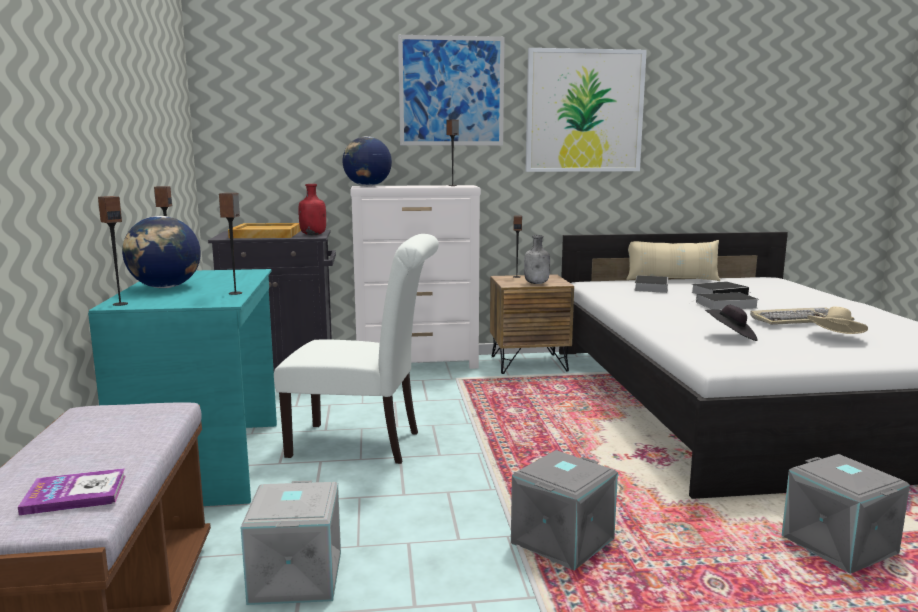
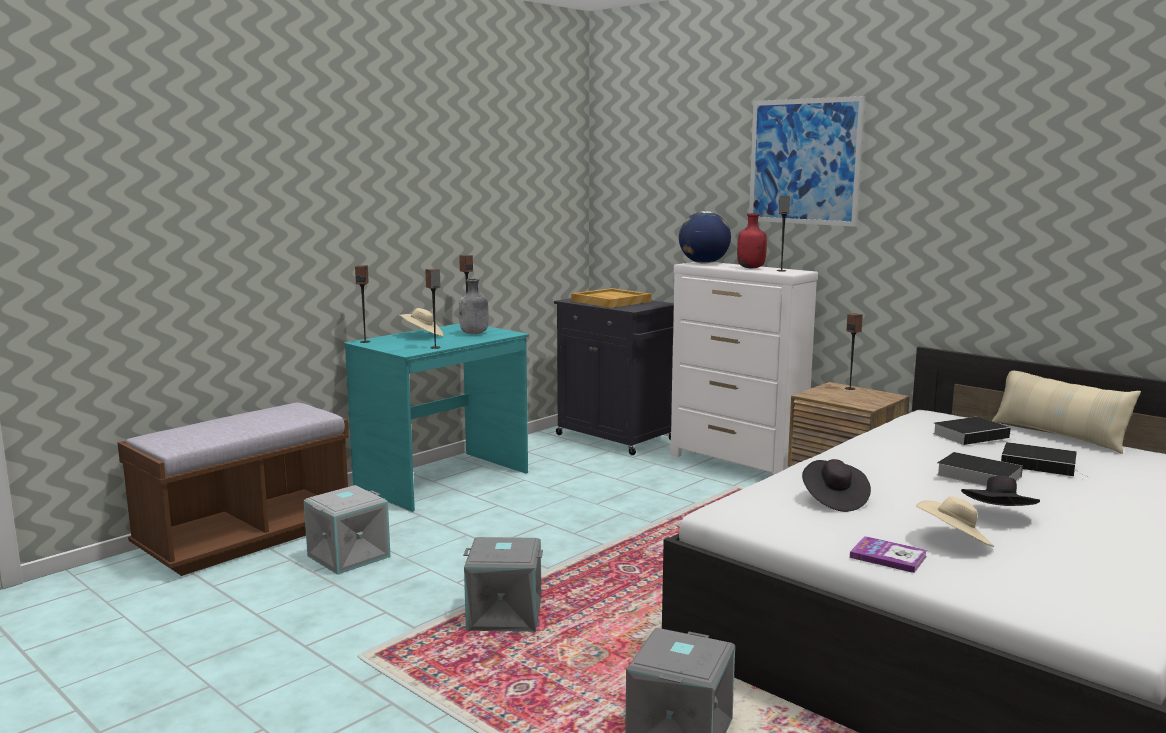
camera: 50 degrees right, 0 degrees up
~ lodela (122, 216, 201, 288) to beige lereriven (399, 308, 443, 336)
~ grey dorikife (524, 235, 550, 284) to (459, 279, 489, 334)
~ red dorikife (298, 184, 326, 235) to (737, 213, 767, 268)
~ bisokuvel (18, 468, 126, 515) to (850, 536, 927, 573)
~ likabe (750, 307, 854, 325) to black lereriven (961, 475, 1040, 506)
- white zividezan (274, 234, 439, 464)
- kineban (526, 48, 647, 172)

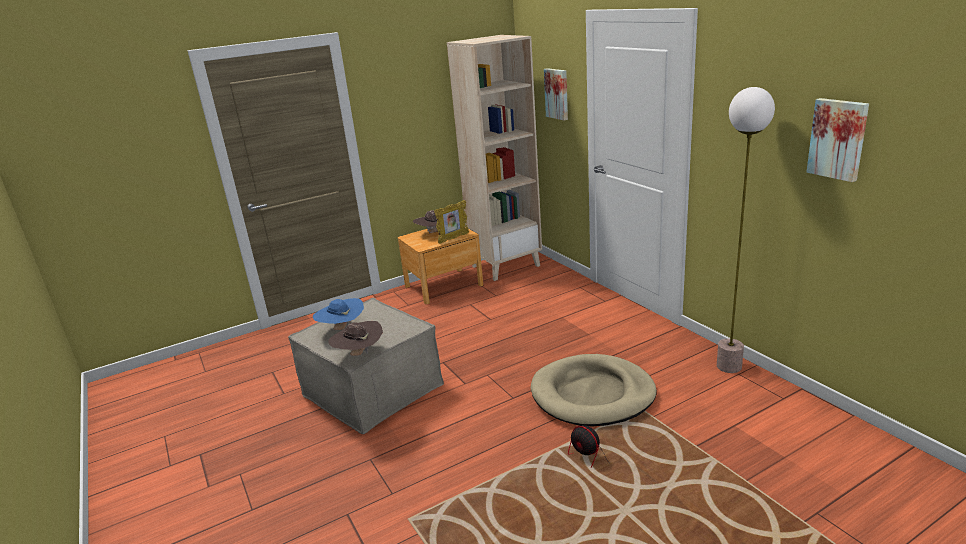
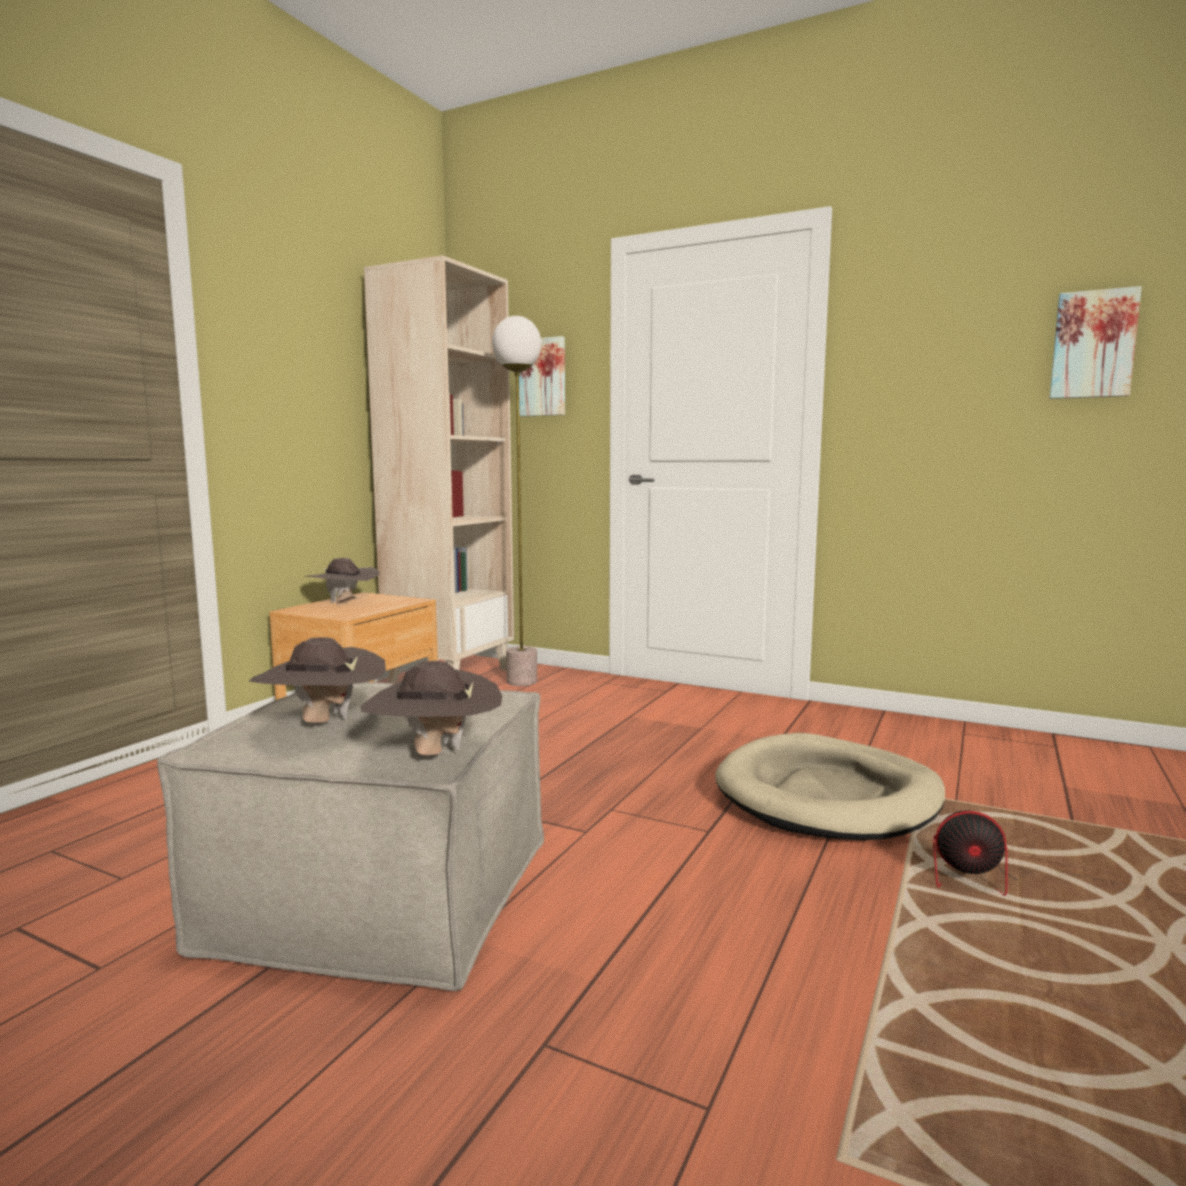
camera: 35 degrees left, 15 degrees down
~ blue lereriven (313, 298, 364, 330) to brown lereriven (249, 637, 386, 723)
~ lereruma (717, 87, 775, 373) to (492, 316, 541, 686)
- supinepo (434, 200, 469, 244)

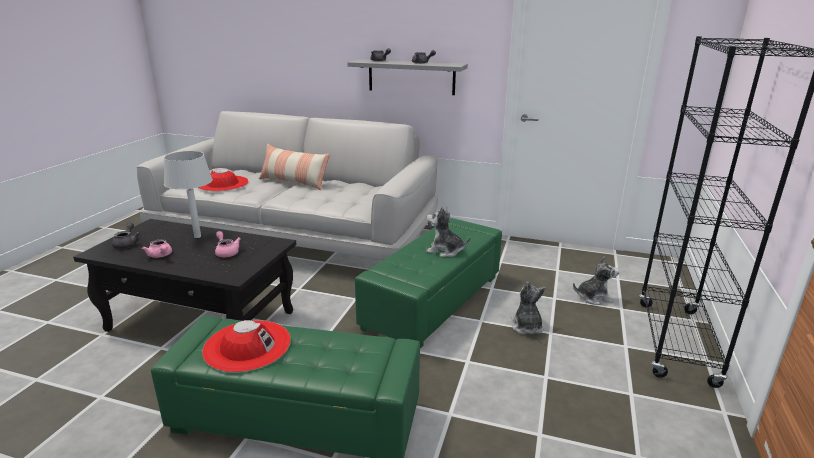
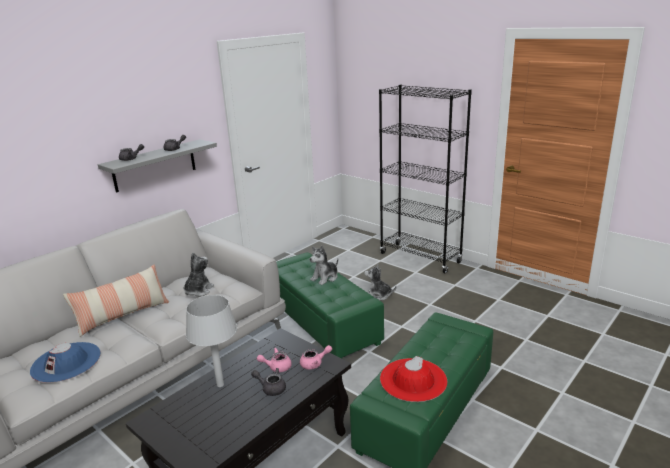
camera: 65 degrees left, 0 degrees up
~ red lereriven (198, 169, 249, 191) to blue lereriven (30, 342, 101, 383)
~ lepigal (573, 257, 619, 305) to (183, 252, 214, 297)
~ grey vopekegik (112, 222, 140, 249) to (251, 368, 286, 396)
~ pink vopekegik (142, 239, 172, 258) to (300, 345, 332, 370)

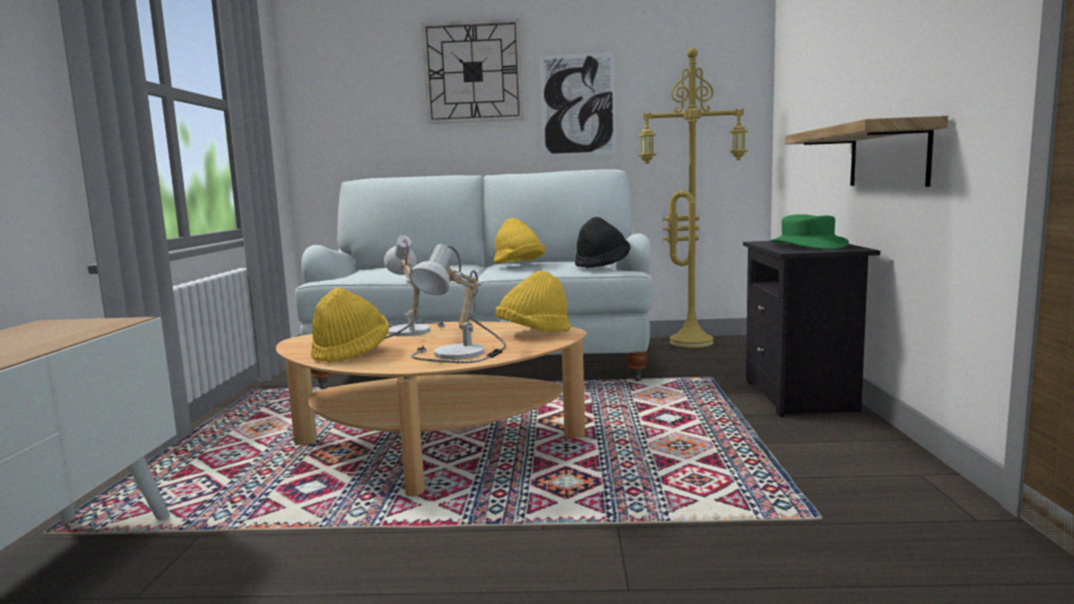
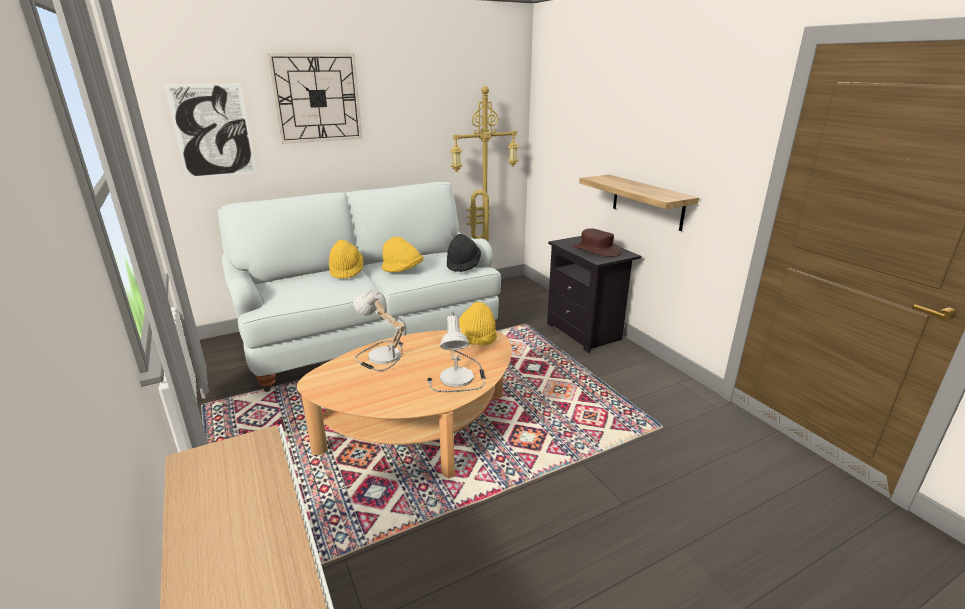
camera: 30 degrees left, 15 degrees up
~ kineban (540, 53, 615, 156) to (164, 83, 256, 179)
~ yellow lereriven (311, 288, 389, 363) to (329, 240, 363, 279)
~ green lereriven (770, 214, 849, 249) to brown lereriven (573, 229, 622, 257)

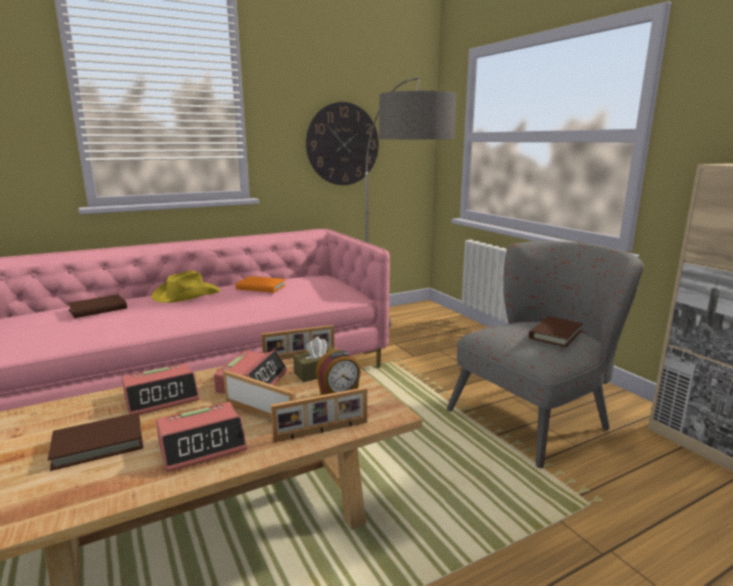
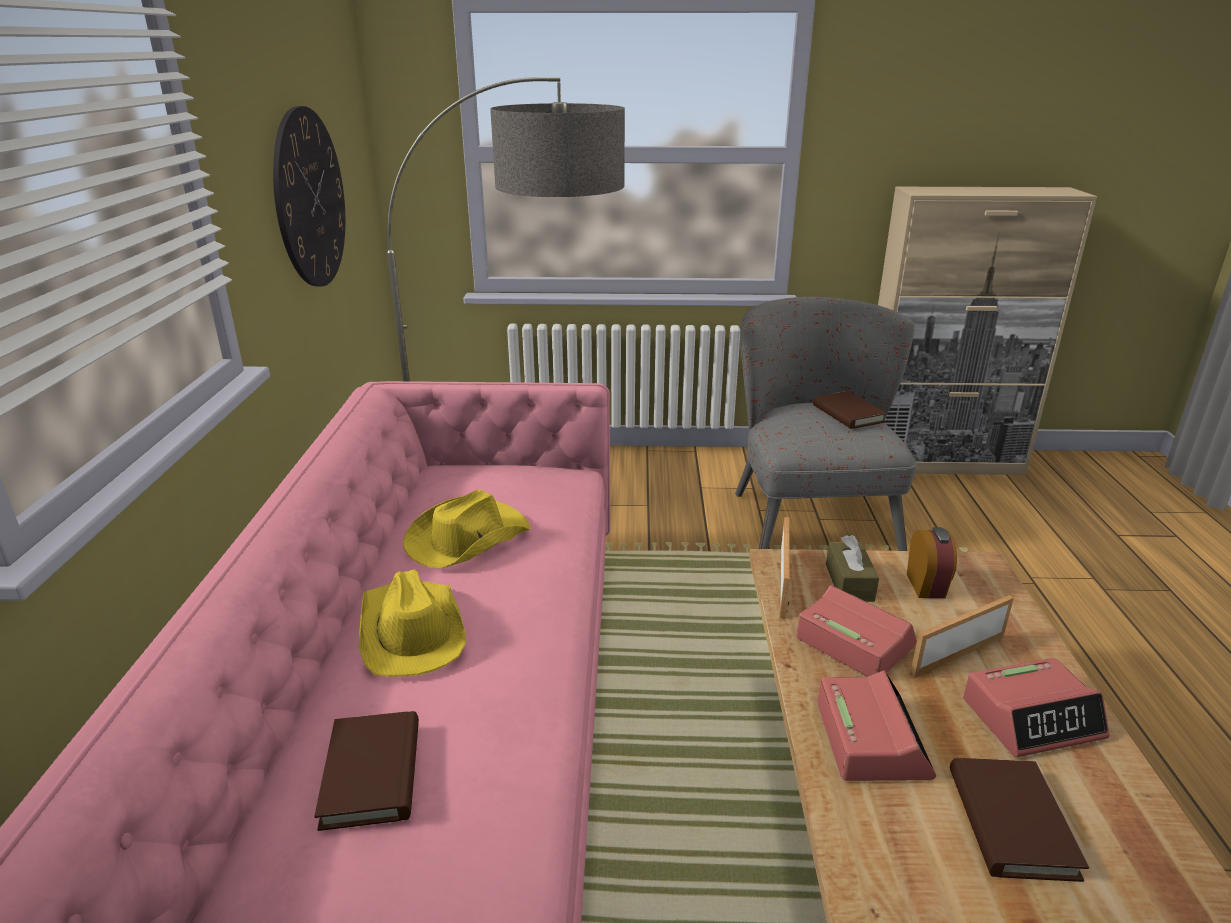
camera: 60 degrees left, 10 degrees up
~ orange bisokuvel (235, 276, 286, 293) to yellow lereriven (403, 489, 530, 568)
~ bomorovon (156, 402, 248, 472) = (963, 658, 1110, 757) 75 degrees clockwise
- supinepo (271, 387, 367, 442)

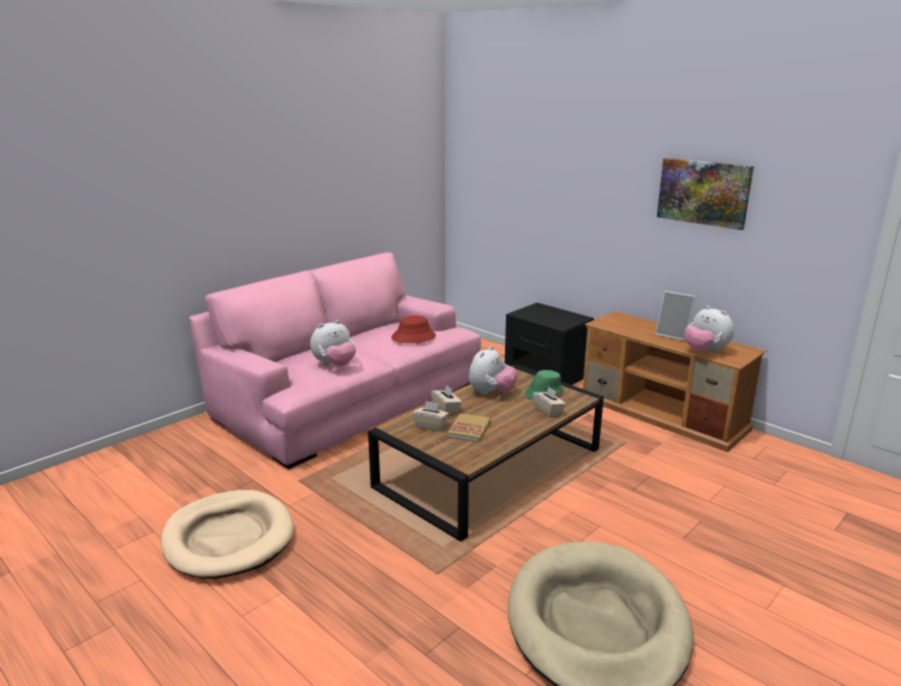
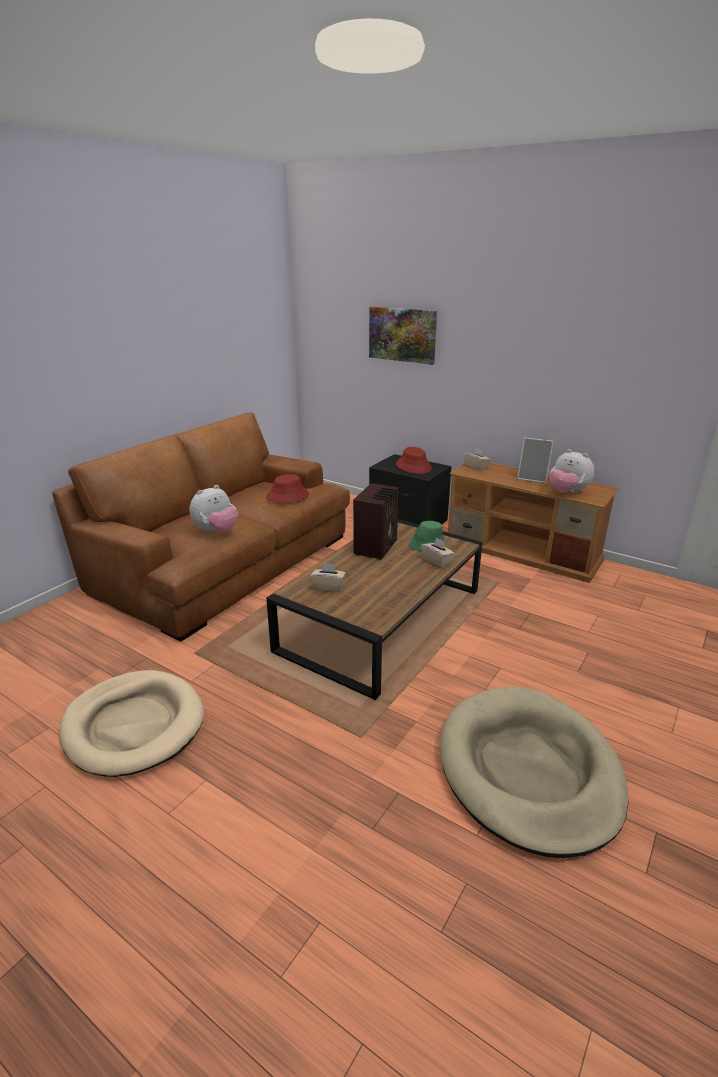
camera: 10 degrees left, 5 degrees up
~ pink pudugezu (189, 253, 481, 469) to brown pudugezu (52, 413, 350, 642)
~ lepigal (469, 346, 518, 395) to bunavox (353, 483, 399, 560)
~ kineban (657, 158, 754, 230) to (369, 307, 437, 365)
+ red lereriven (396, 447, 432, 474)
~ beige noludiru (431, 385, 462, 415) to (464, 448, 491, 470)
- bisokuvel (447, 413, 491, 443)

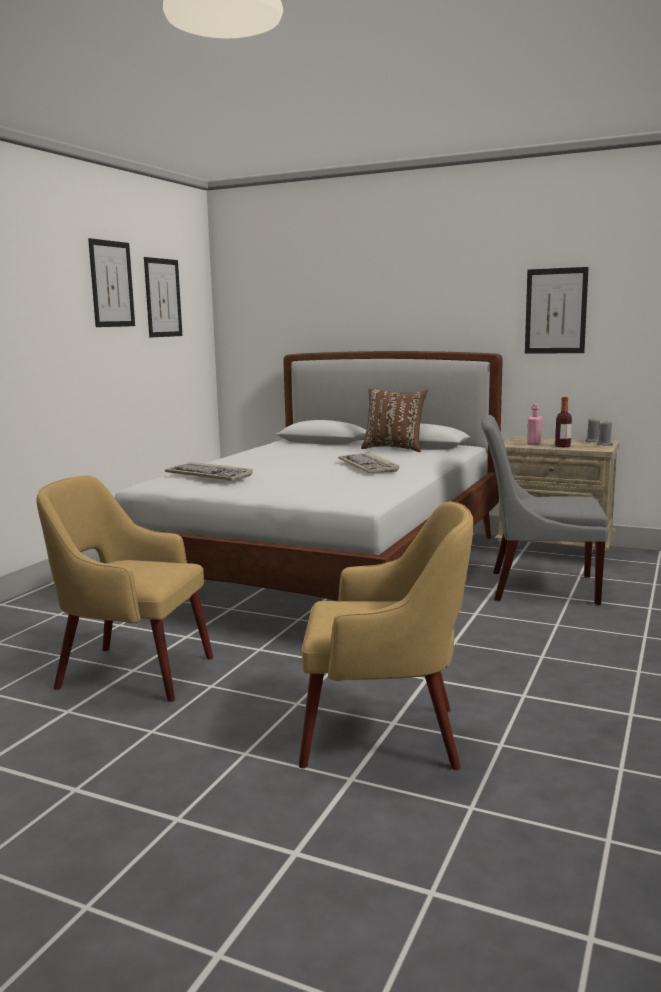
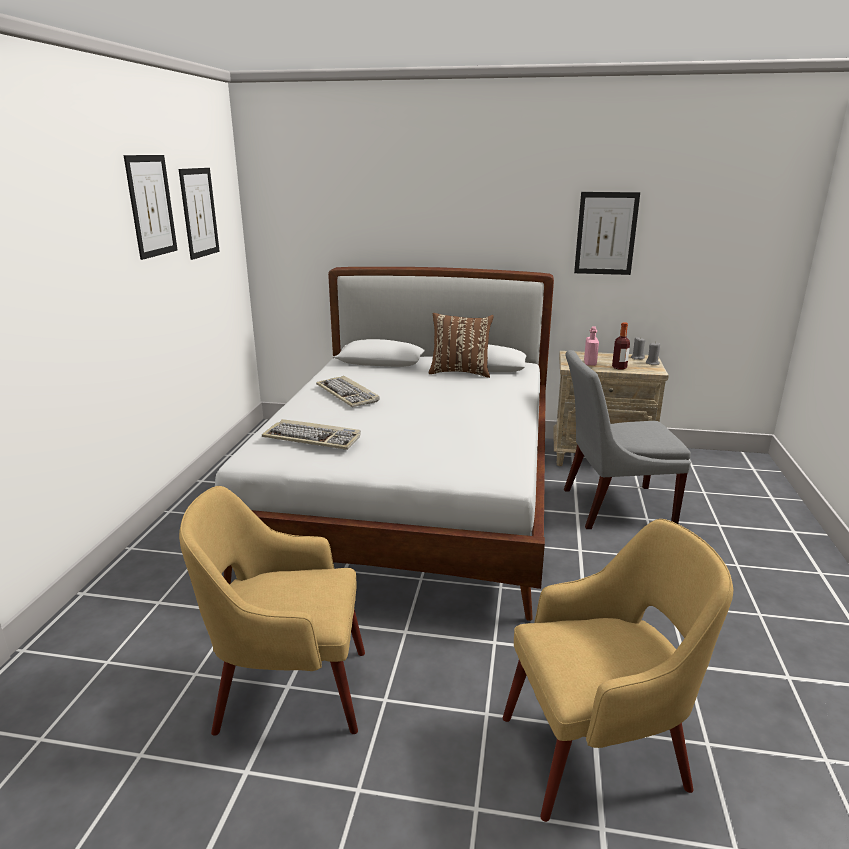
camera: 15 degrees left, 10 degrees up
~ likabe (338, 452, 399, 473) to (316, 376, 380, 407)

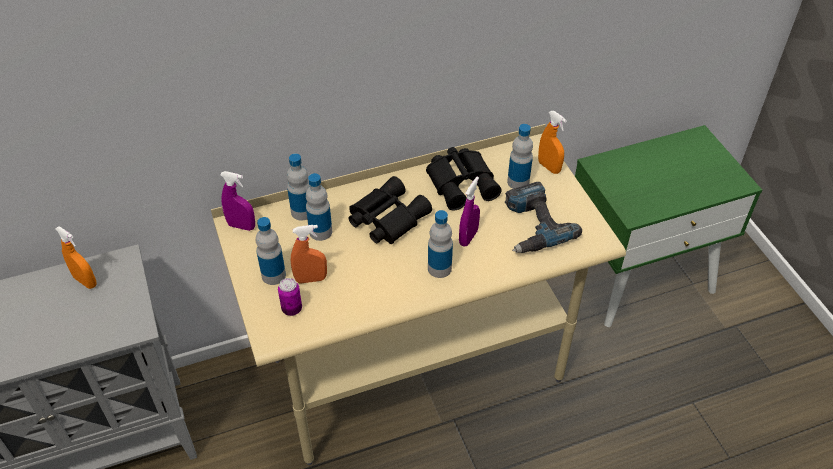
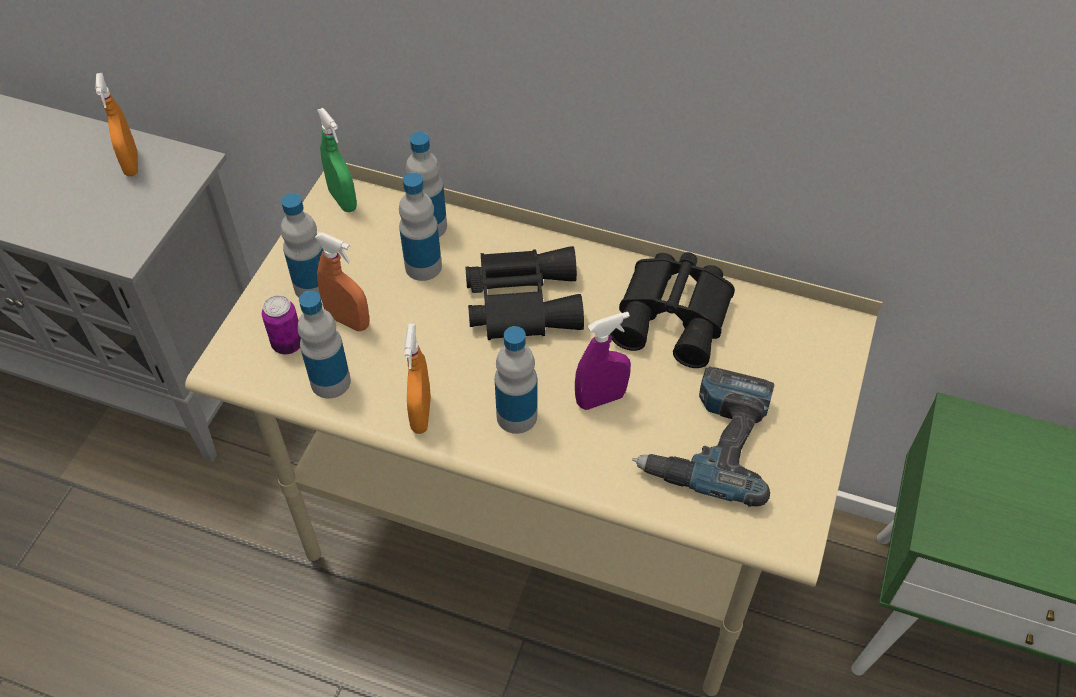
camera: 40 degrees right, 5 degrees up
~ dorikife (507, 124, 533, 189) to (298, 291, 351, 399)
~ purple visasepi (220, 171, 255, 231) to green visasepi (317, 108, 357, 212)
~ orange visasepi (538, 111, 567, 174) to (404, 324, 431, 434)

